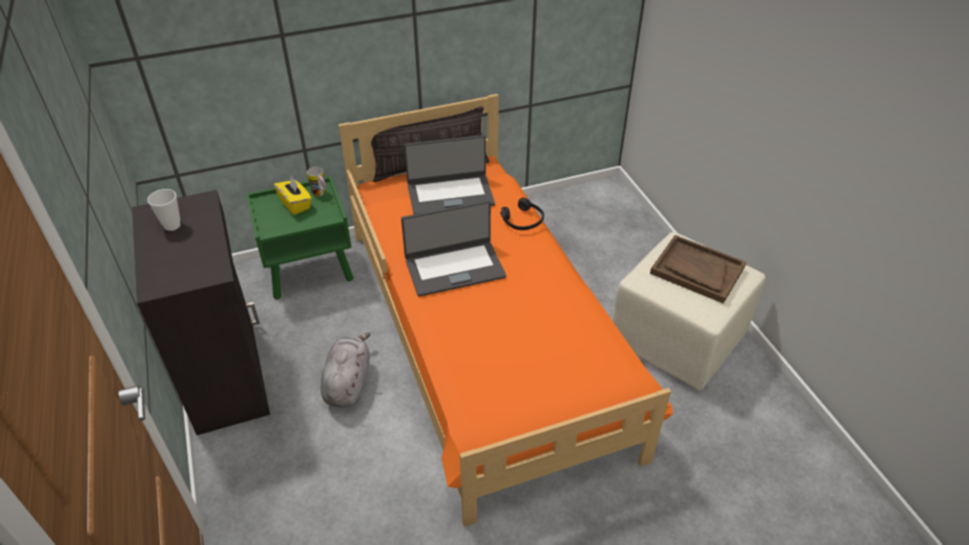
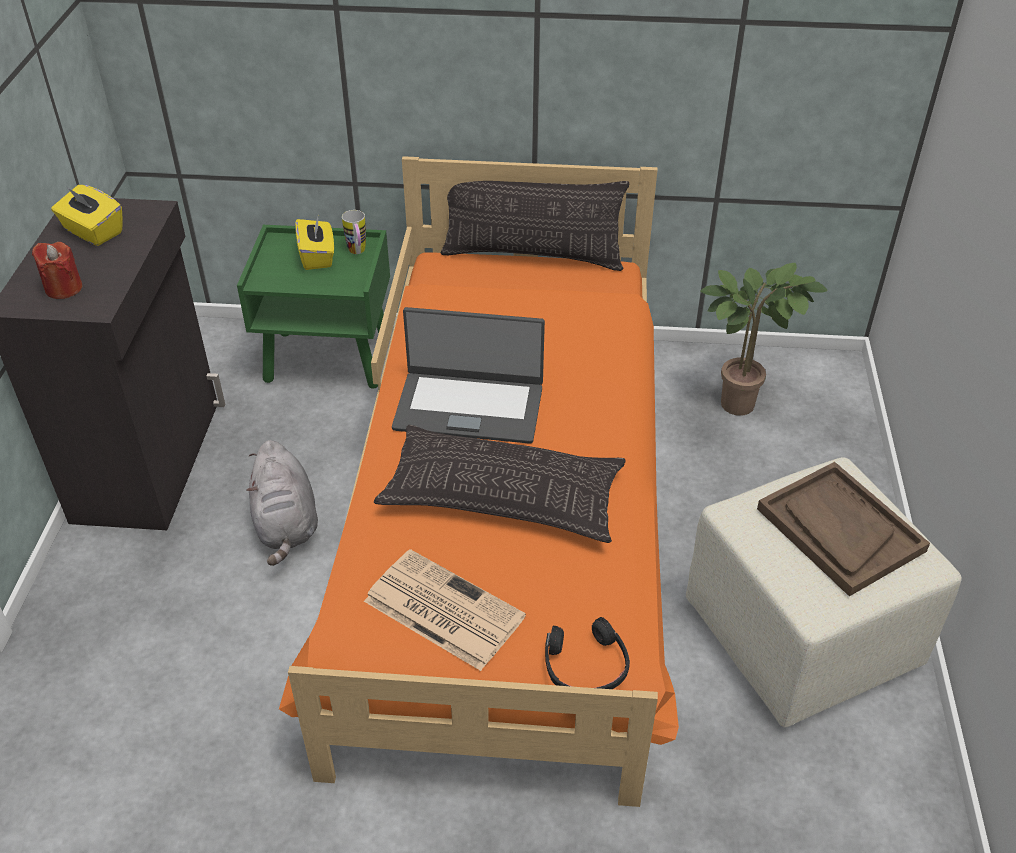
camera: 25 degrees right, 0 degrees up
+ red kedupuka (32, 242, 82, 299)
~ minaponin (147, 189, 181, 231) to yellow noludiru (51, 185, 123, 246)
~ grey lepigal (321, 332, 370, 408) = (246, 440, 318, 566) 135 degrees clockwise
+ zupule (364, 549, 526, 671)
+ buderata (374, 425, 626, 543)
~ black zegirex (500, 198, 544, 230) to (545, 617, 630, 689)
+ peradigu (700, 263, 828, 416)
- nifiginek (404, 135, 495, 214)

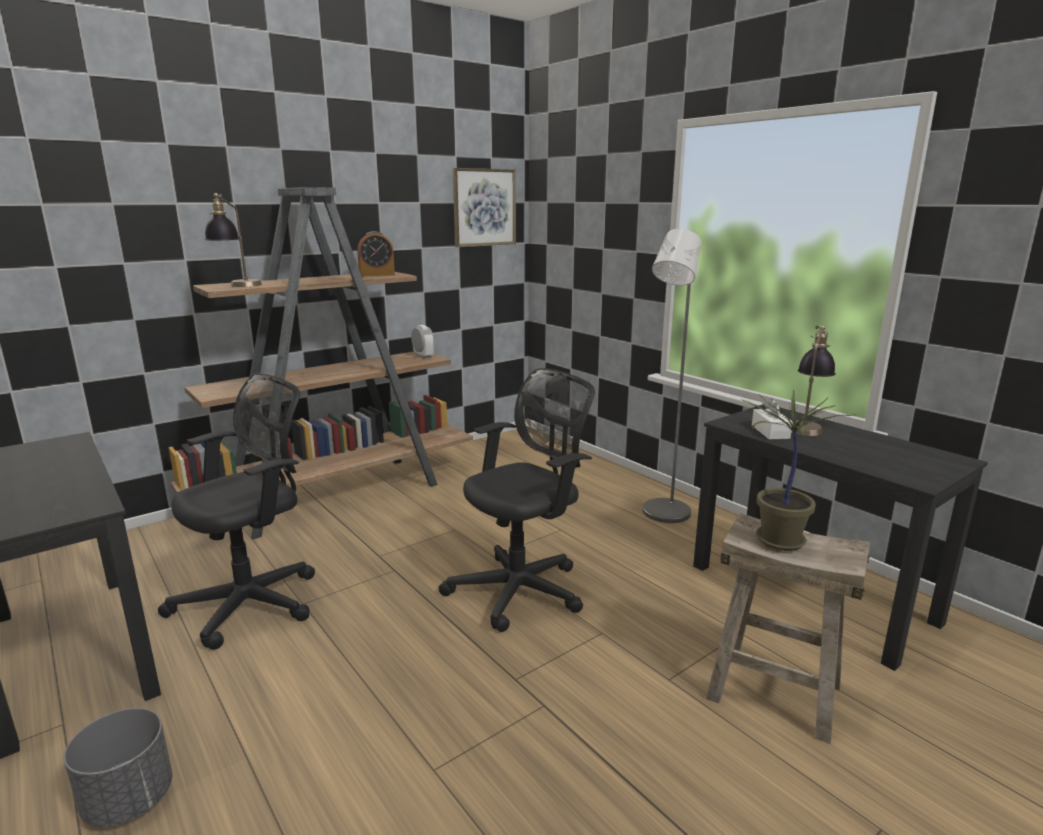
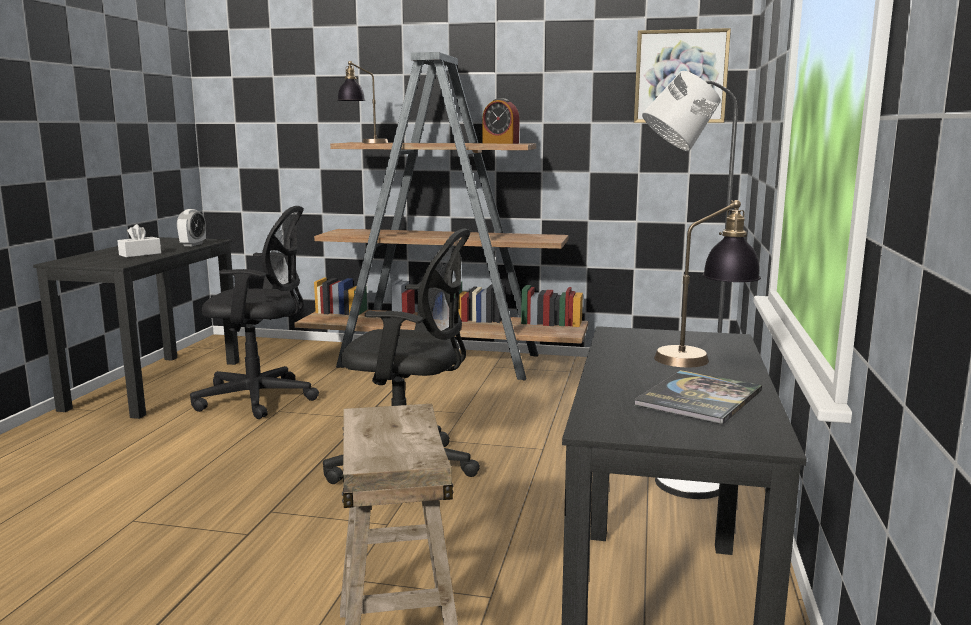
camera: 50 degrees right, 5 degrees down
~ white noludiru (752, 398, 793, 439) to (117, 224, 161, 257)
~ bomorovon (411, 325, 434, 358) to (177, 209, 206, 246)
+ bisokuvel (634, 370, 762, 425)
- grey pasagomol (64, 708, 172, 827)
- peradigu (740, 390, 856, 551)

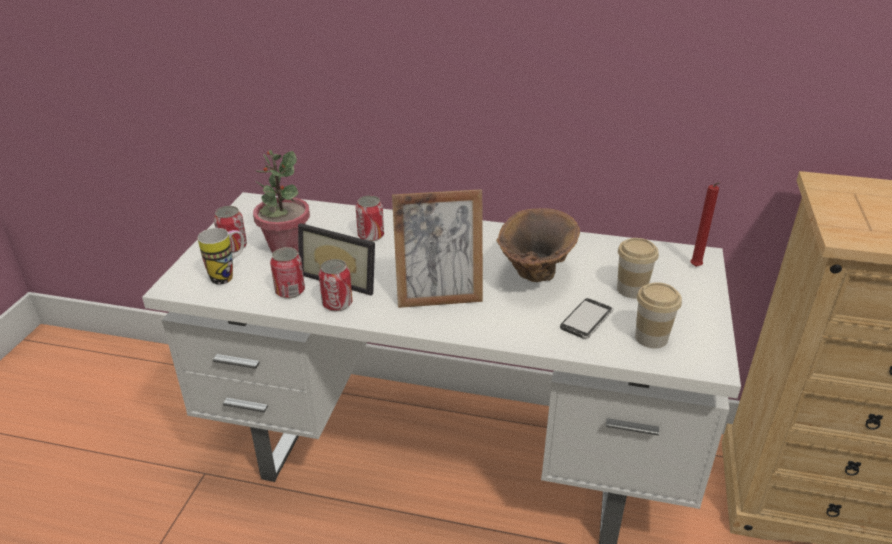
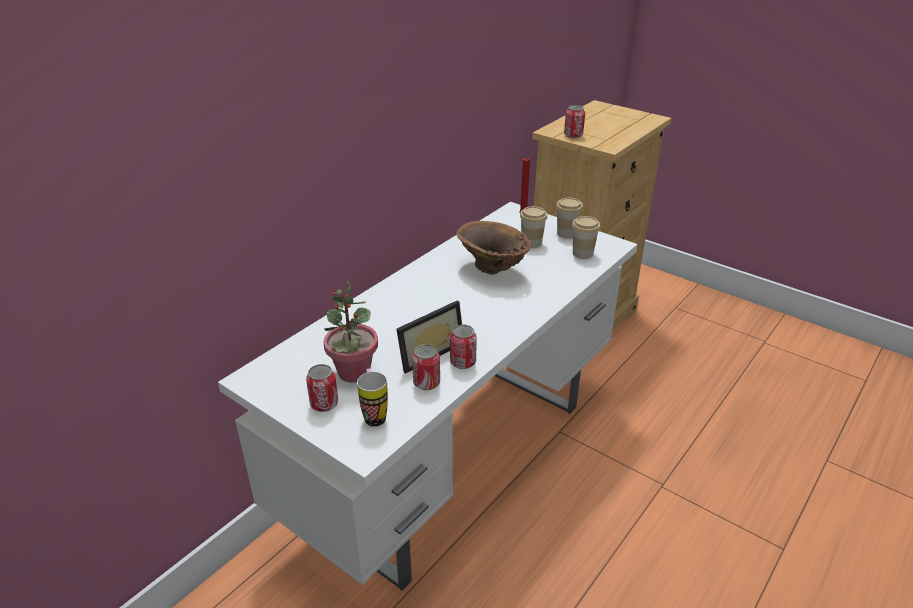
camera: 65 degrees left, 0 degrees up
+ minaponin (556, 197, 583, 239)
~ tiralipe (356, 196, 384, 242) to (564, 105, 585, 138)
- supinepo (392, 189, 483, 308)
- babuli (560, 298, 613, 339)

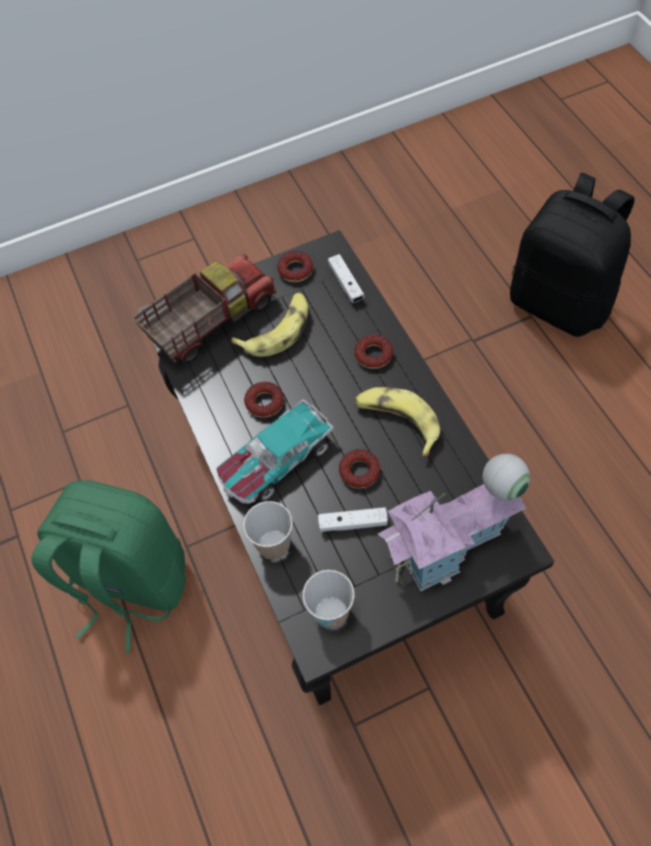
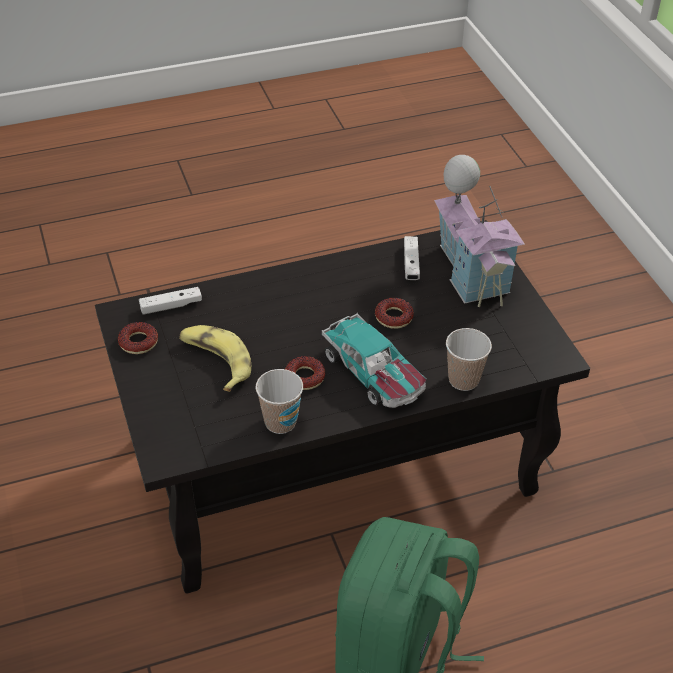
camera: 90 degrees left, 15 degrees down
~ minaponin (302, 570, 354, 629) to (256, 369, 303, 434)
~ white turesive (318, 507, 388, 532) to (404, 236, 420, 280)
- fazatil (133, 254, 276, 363)
- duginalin (354, 334, 393, 369)
- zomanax (354, 387, 440, 456)
- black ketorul (510, 173, 635, 337)

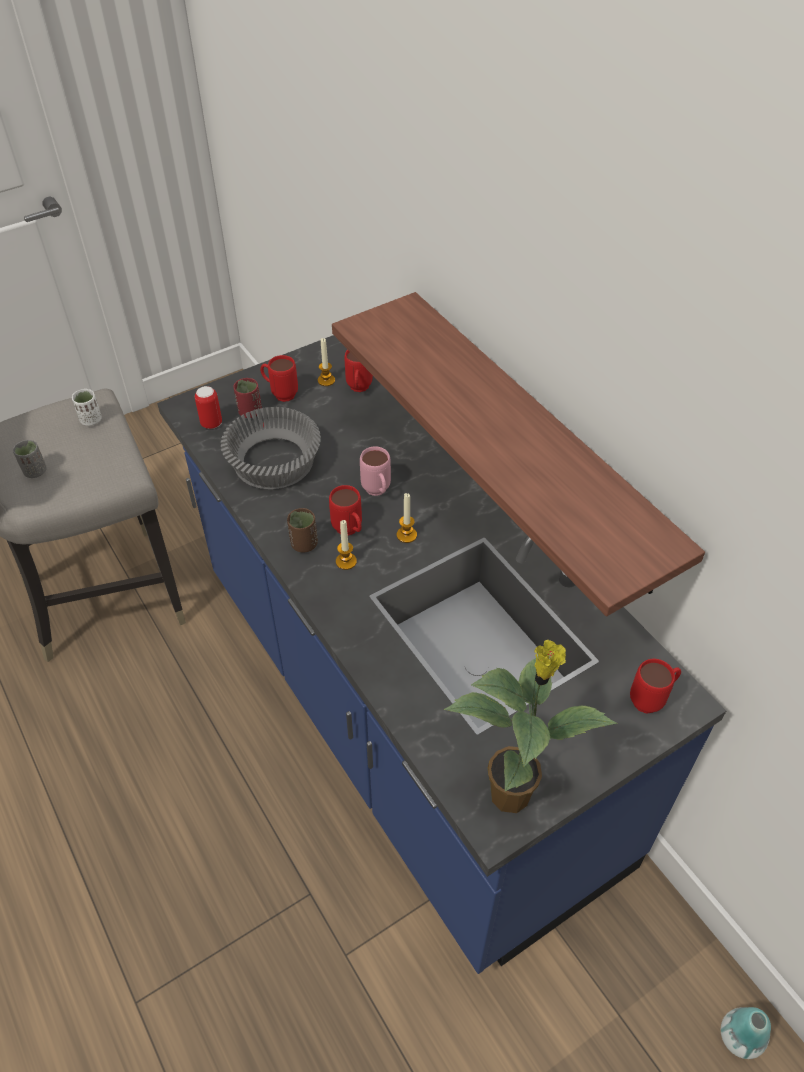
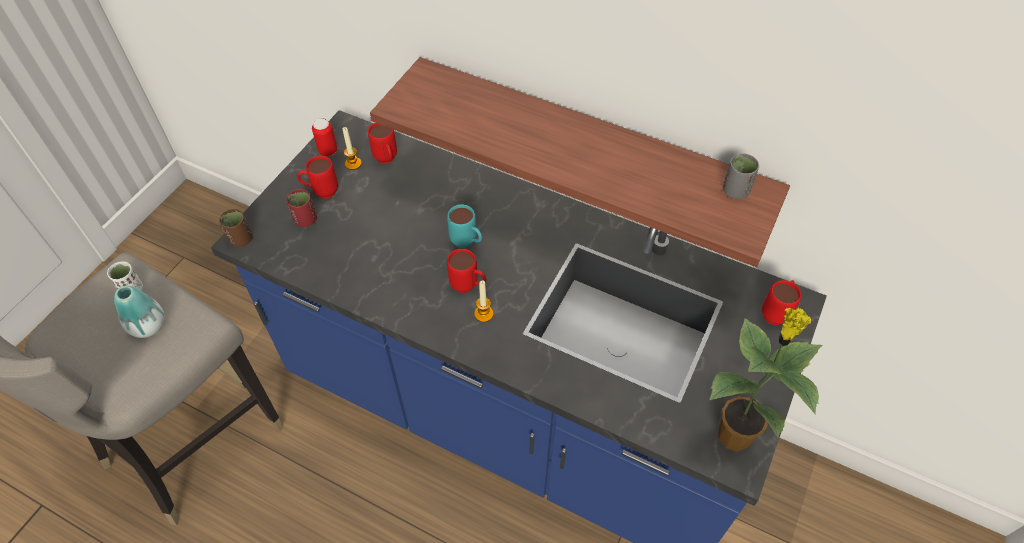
camera: 30 degrees left, 5 degrees up
~ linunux (721, 1007, 771, 1059) to (114, 286, 165, 338)
~ brown minaponin (287, 508, 318, 553) to (219, 209, 253, 247)
~ tiralipe (195, 386, 222, 429) to (312, 119, 337, 156)
~ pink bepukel (360, 447, 391, 496) to turquoise bepukel (447, 204, 482, 248)
~ grey minaponin (13, 440, 47, 478) to (723, 153, 759, 199)
- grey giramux (221, 407, 321, 489)
- kedupuka (397, 493, 417, 543)

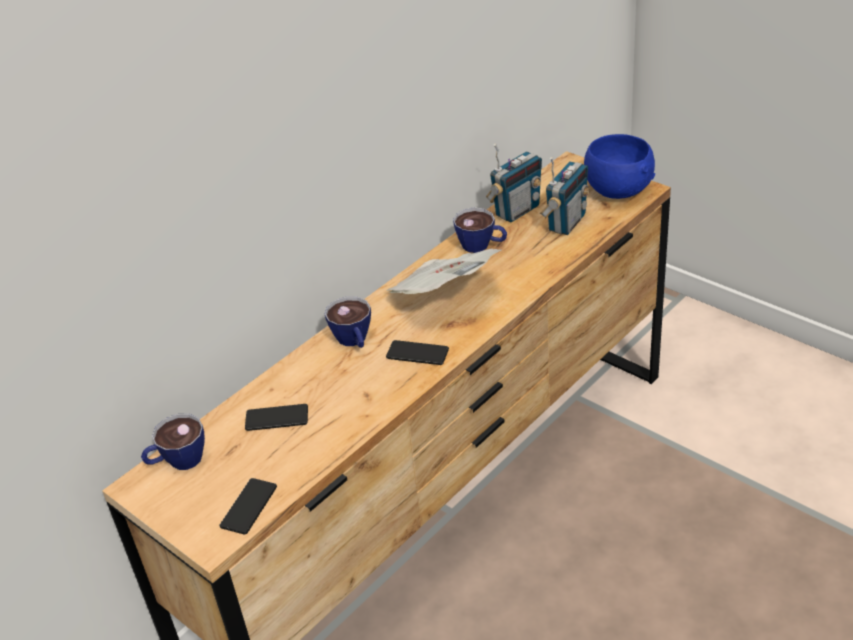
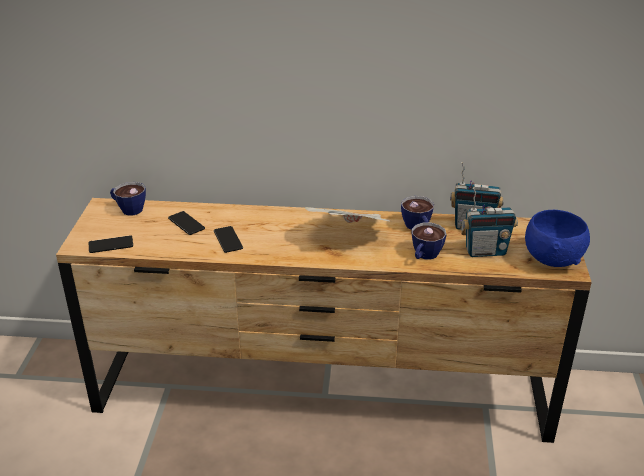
camera: 50 degrees right, 5 degrees down
~ babuli (386, 340, 449, 365) to (214, 226, 243, 253)
~ minaponin (325, 297, 371, 348) to (412, 223, 447, 260)

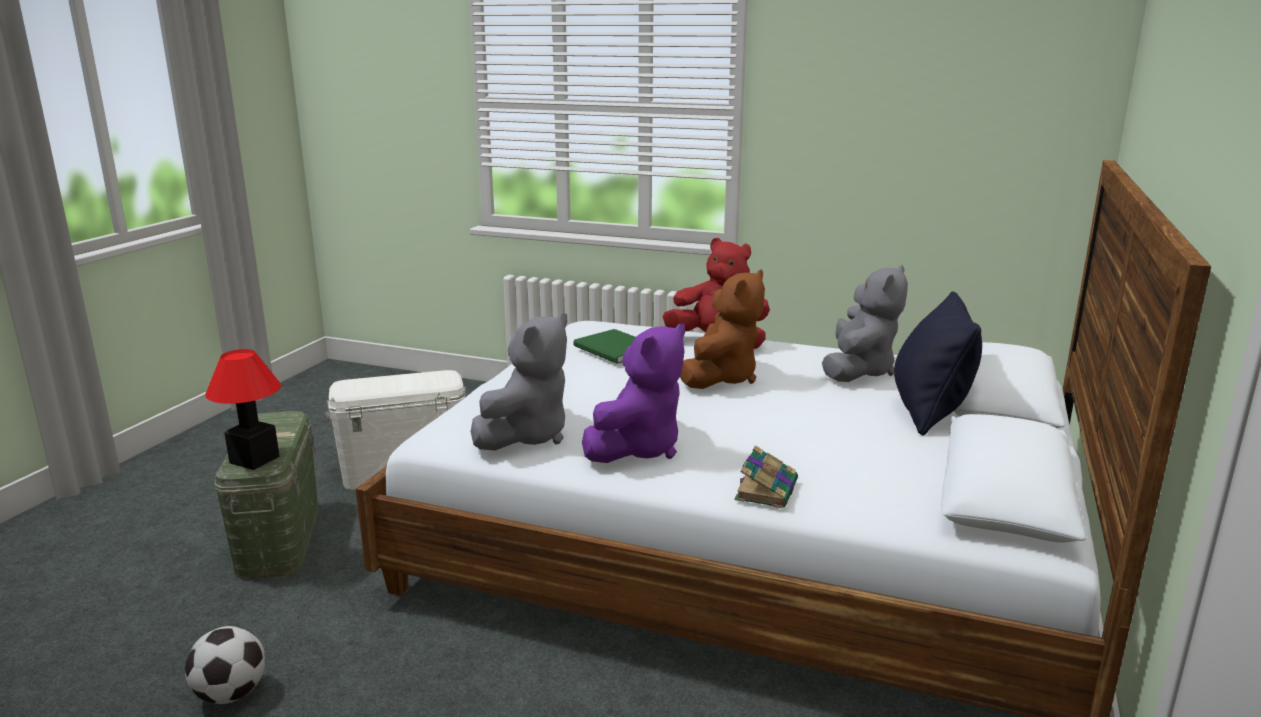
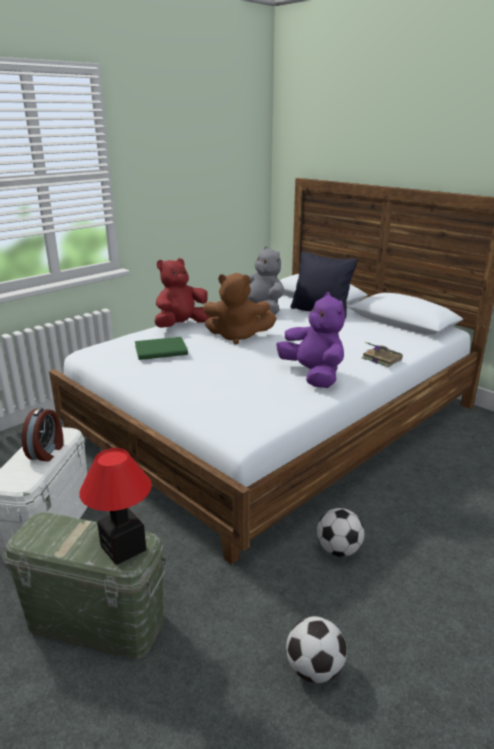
camera: 65 degrees left, 5 degrees up
+ bomorovon (22, 408, 64, 462)
~ brown lepigal (680, 270, 765, 389) = (203, 273, 277, 345) 135 degrees clockwise
+ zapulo (317, 508, 364, 557)
- grey lepigal (471, 313, 567, 451)

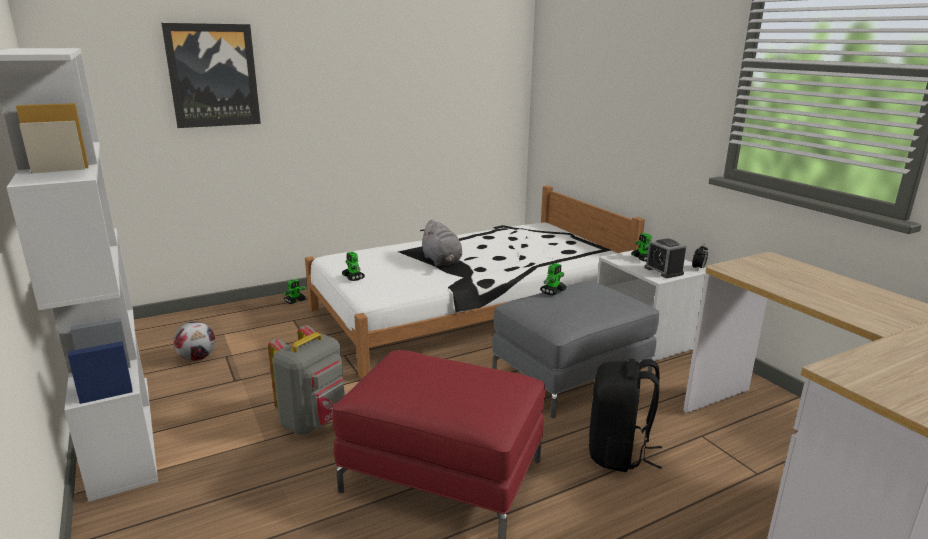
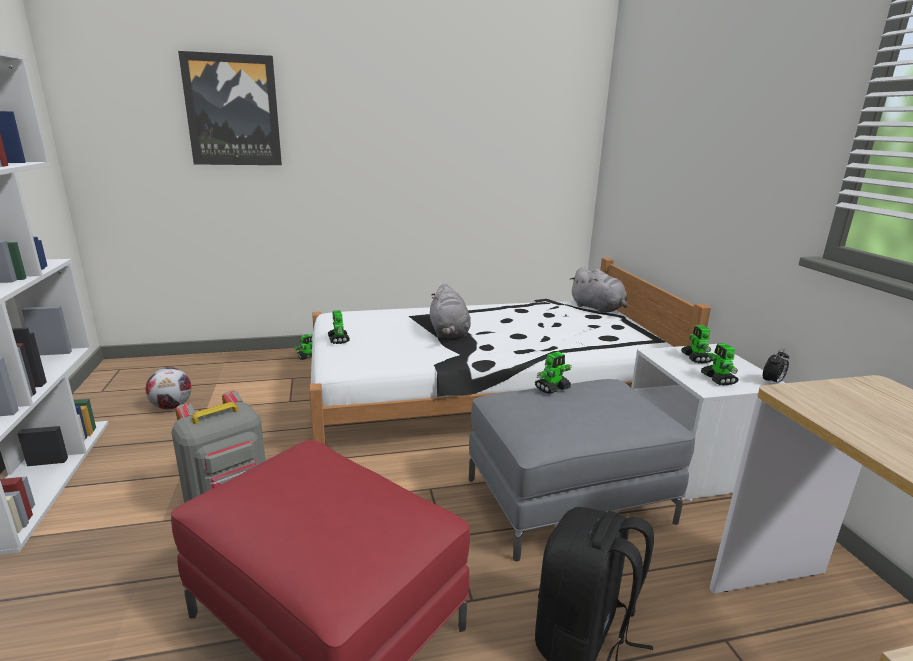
camera: 15 degrees right, 0 degrees up
+ grey lepigal (569, 267, 628, 313)
~ bomorovon (645, 238, 686, 278) to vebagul (701, 343, 738, 386)

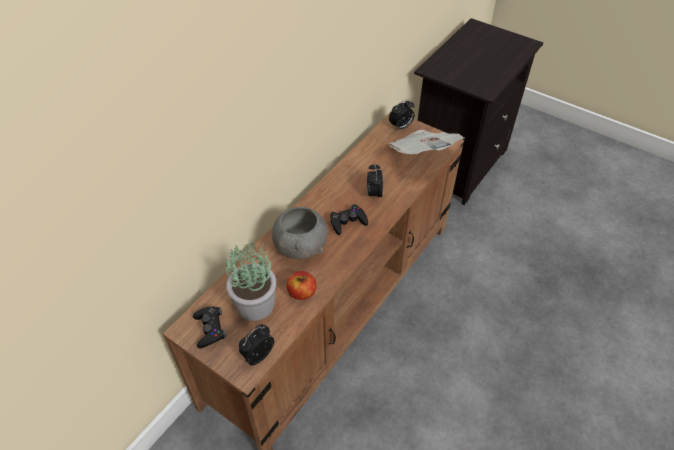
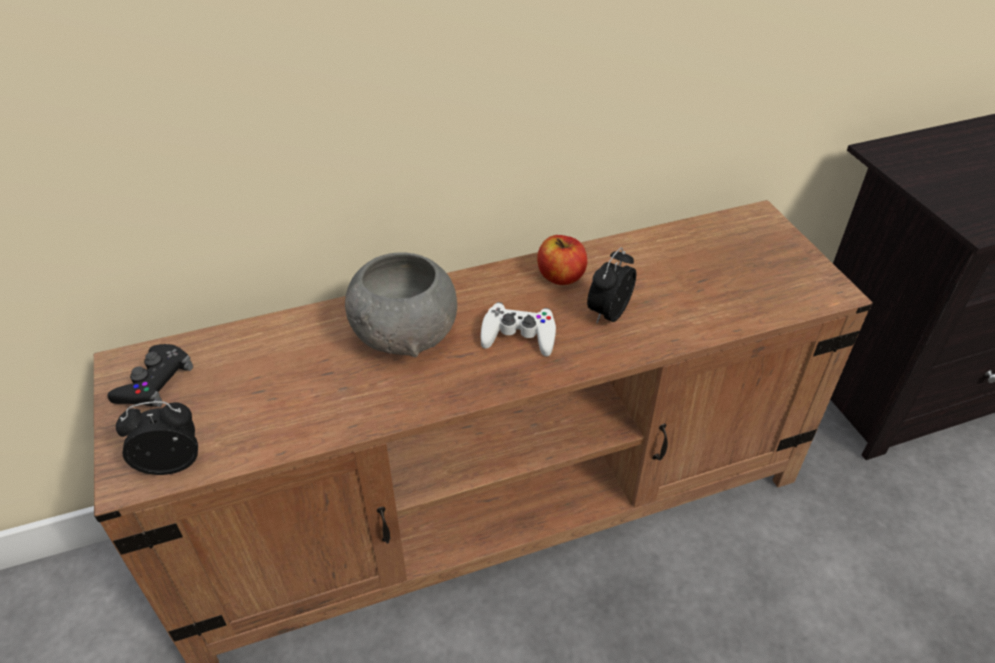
camera: 35 degrees right, 5 degrees down
~ black turesive (330, 204, 368, 235) to white turesive (481, 302, 556, 356)
~ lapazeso (287, 271, 316, 300) to (537, 235, 587, 285)
- peradigu (225, 242, 276, 321)
- zupule (388, 130, 464, 154)
- bomorovon (389, 99, 415, 130)

